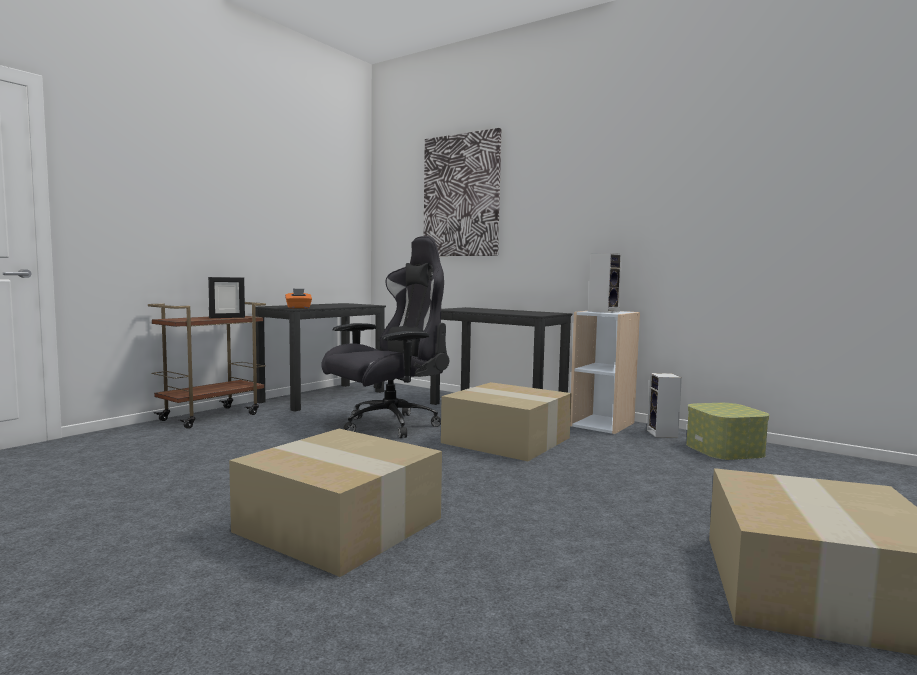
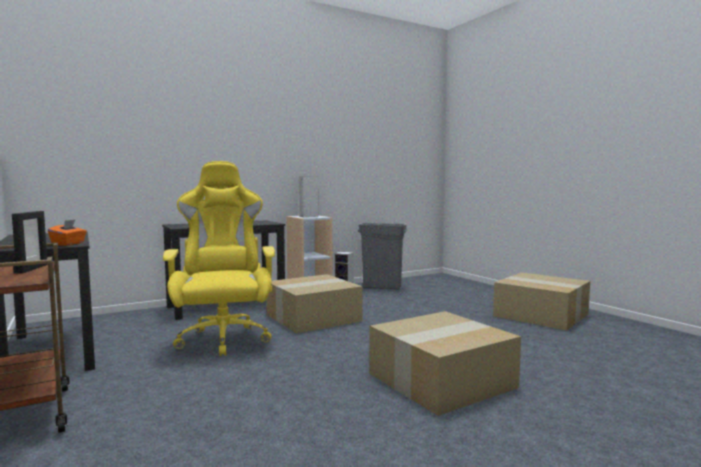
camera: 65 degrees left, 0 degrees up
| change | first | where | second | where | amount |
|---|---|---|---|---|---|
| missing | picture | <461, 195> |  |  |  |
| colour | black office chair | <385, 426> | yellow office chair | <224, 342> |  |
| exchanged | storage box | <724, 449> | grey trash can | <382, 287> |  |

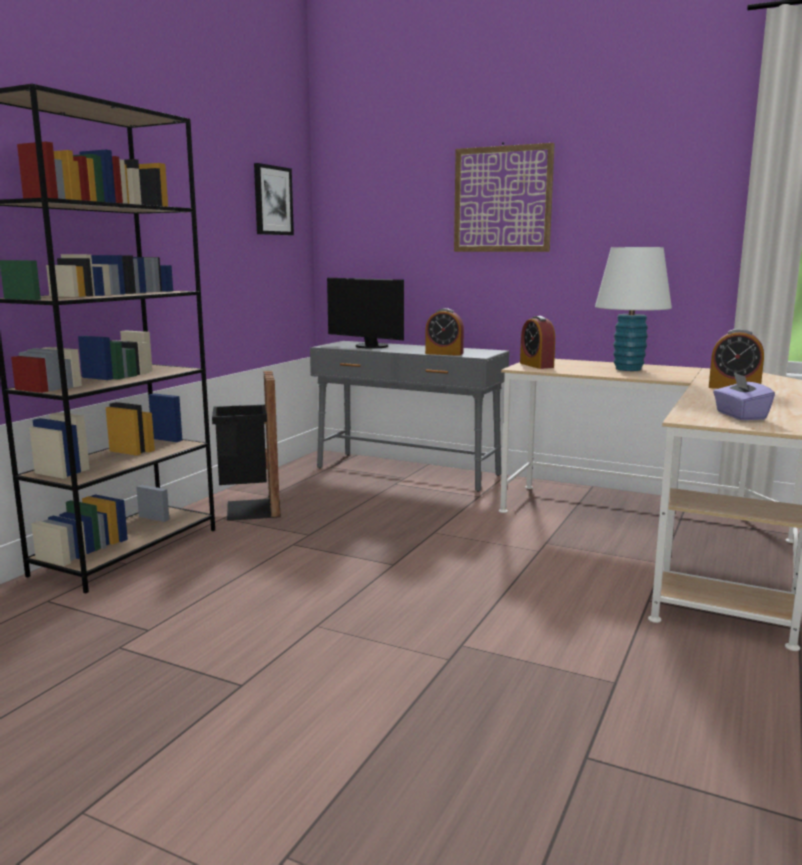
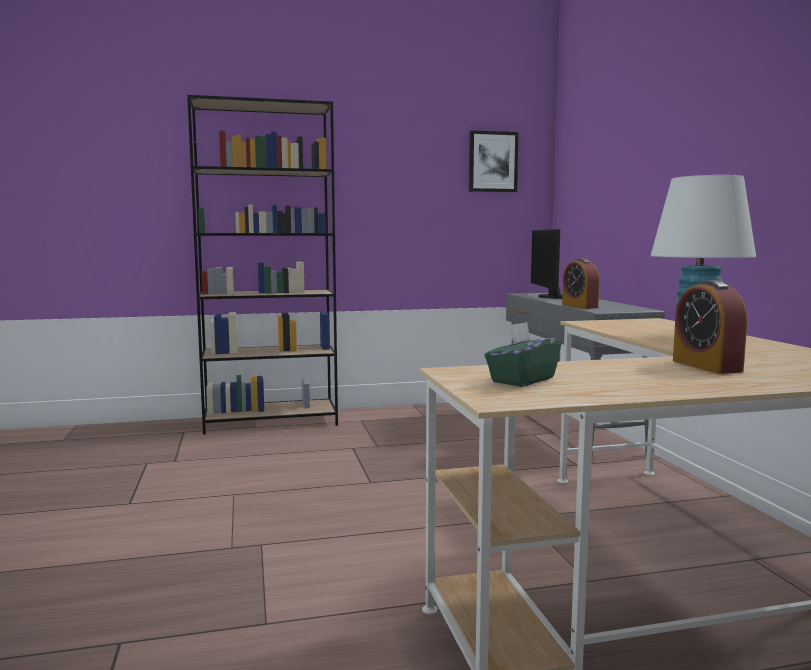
camera: 50 degrees right, 5 degrees down
| change | first | where | second | where | amount |
|---|---|---|---|---|---|
| missing | picture | <502, 197> |  |  |  |
| missing | alarm clock | <536, 365> |  |  |  |
| missing | black trash can | <249, 509> |  |  |  |
| colour | purple tissue box | <740, 416> | green tissue box | <522, 380> |  |

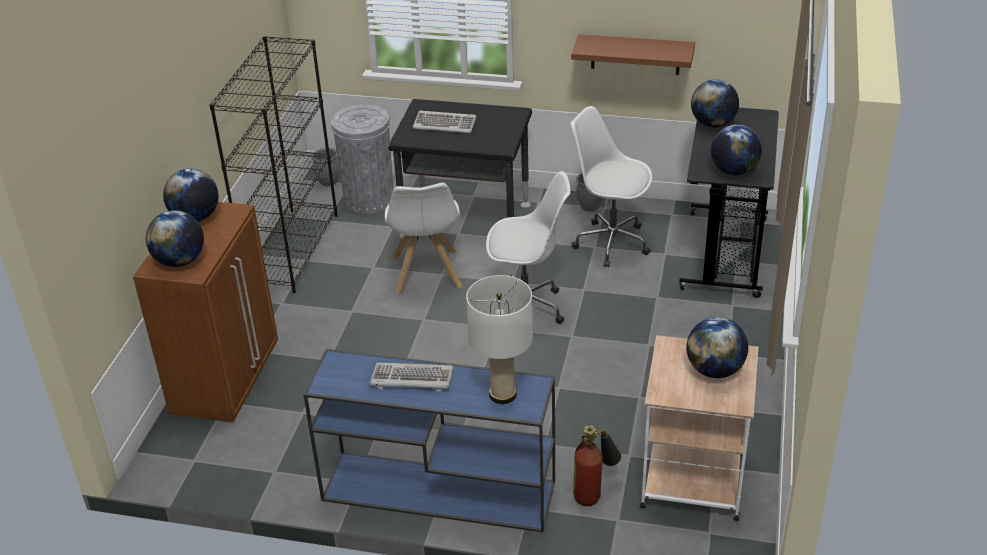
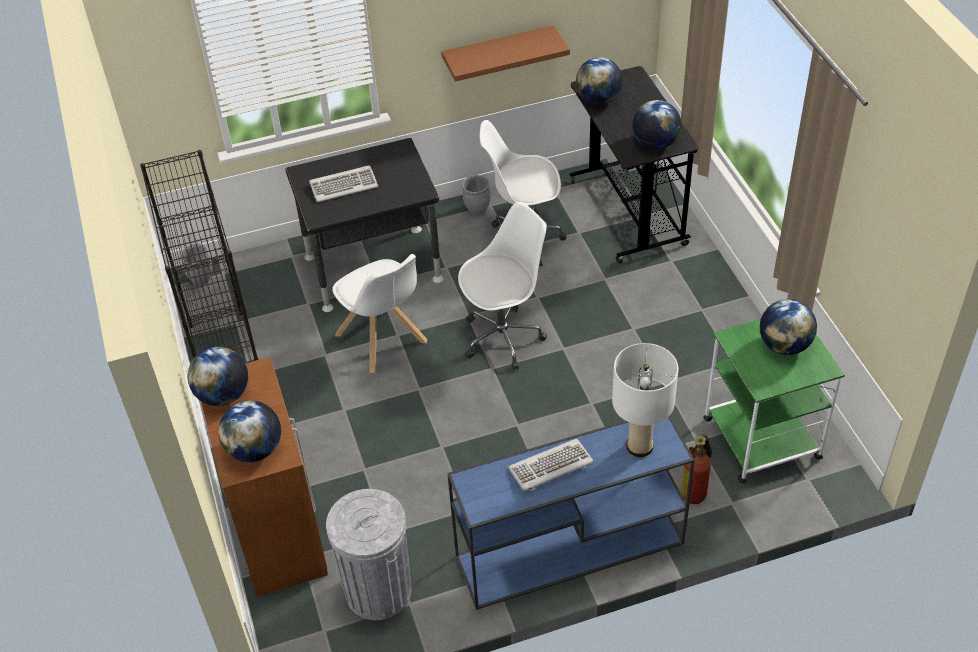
camera: 30 degrees left, 10 degrees up
| change | first | where | second | where | amount |
|---|---|---|---|---|---|
| relocated | grey trash can | <369, 199> |  | <378, 591> |  |
| colour | beige cart | <692, 482> | green cart | <762, 440> |  |

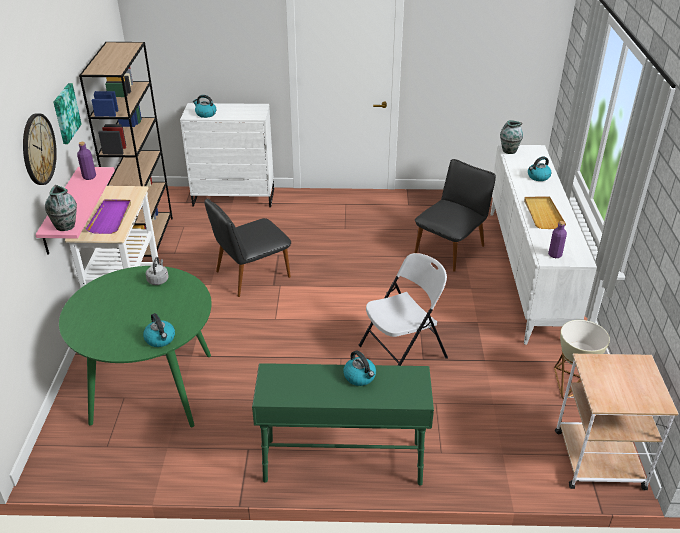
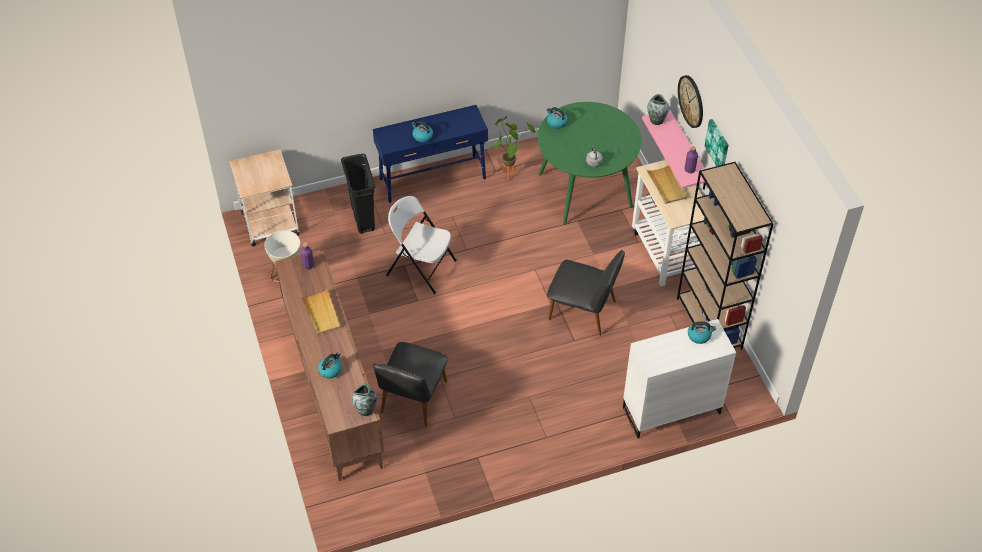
camera: 160 degrees right, 15 degrees up
| change | first | where | second | where | amount |
|---|---|---|---|---|---|
| colour | white cabinet | <528, 272> | brown cabinet | <332, 386> |  |
| spun | black chair | <253, 274> |  | <582, 310> | 75 degrees clockwise |
| colour | purple tray | <110, 218> | beige tray | <666, 185> |  |
| spun | white chair | <403, 352> |  | <421, 267> | 75 degrees clockwise |
| colour | green console table | <342, 461> | blue console table | <433, 179> |  |
| appeared |  |  | potted plant | <509, 172> |  |
| appeared |  |  | black trash can | <363, 218> |  |

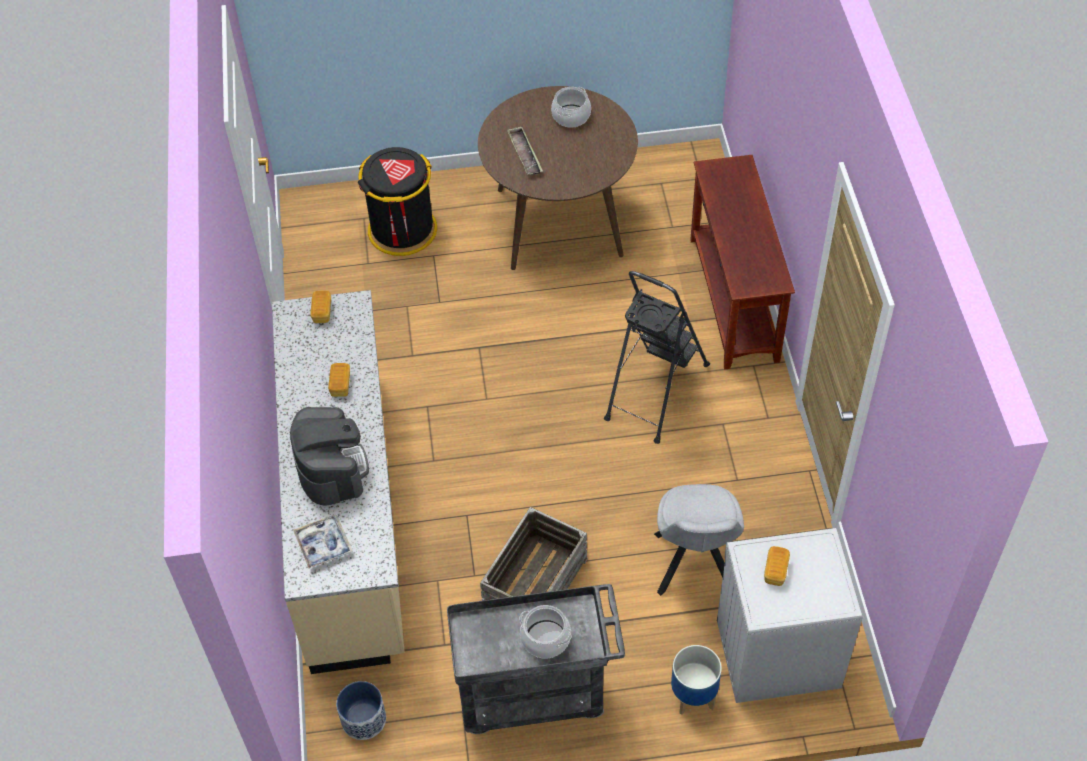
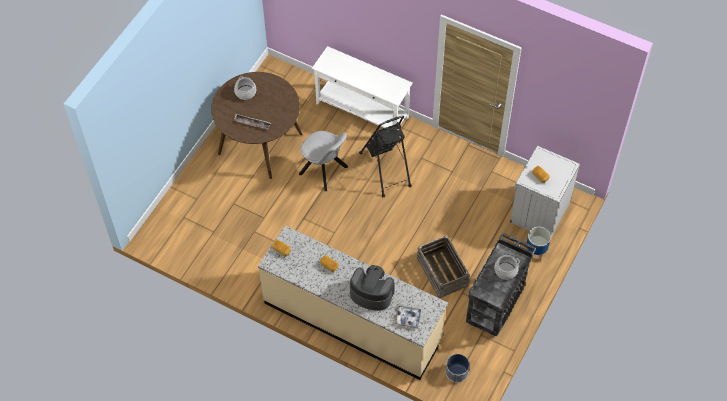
camera: 55 degrees left, 5 degrees up
| change | first | where | second | where | amount |
|---|---|---|---|---|---|
| missing | black trash can | <402, 230> |  |  |  |
| colour | brown console table | <734, 300> | white console table | <362, 111> |  |
| relocated | grey chair | <695, 565> |  | <324, 171> |  |

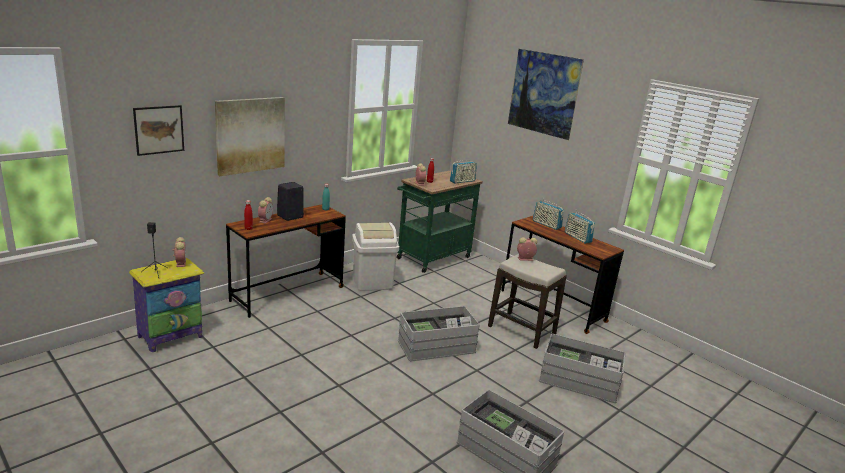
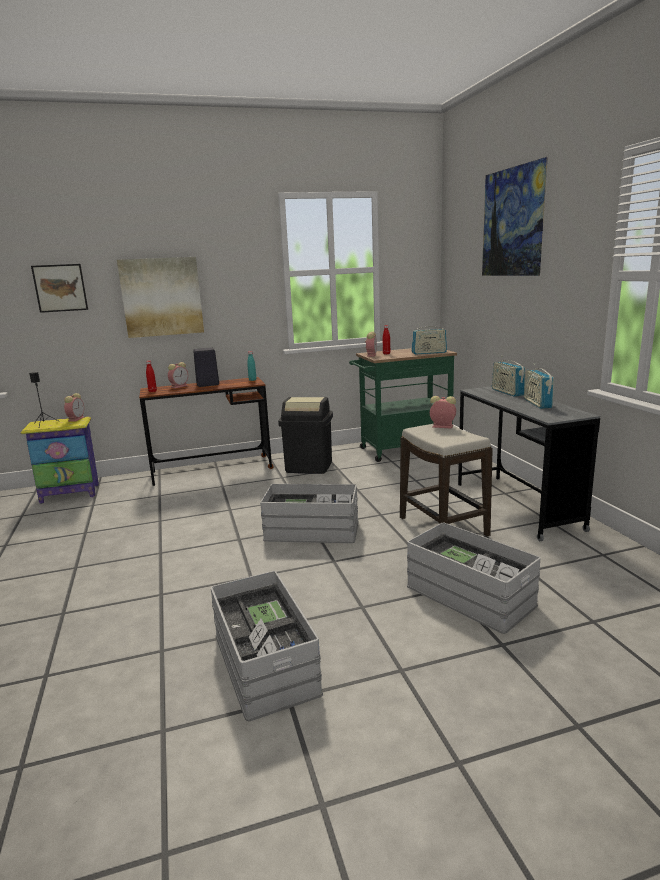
camera: 30 degrees right, 5 degrees down
| change | first | where | second | where | amount |
|---|---|---|---|---|---|
| colour | brown desk | <552, 306> | grey desk | <516, 506> |  |
| colour | white trash can | <372, 282> | black trash can | <309, 466> |  |

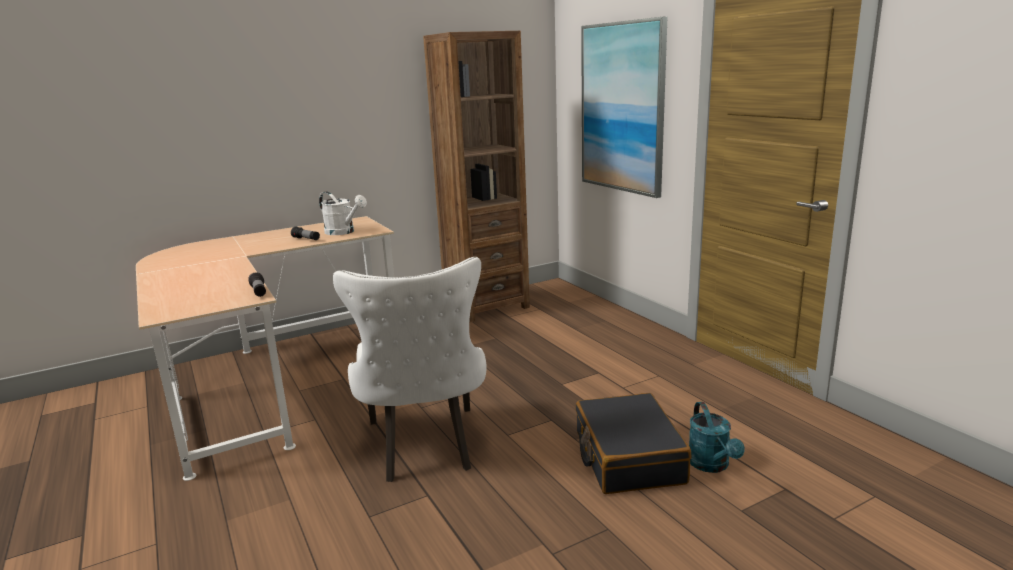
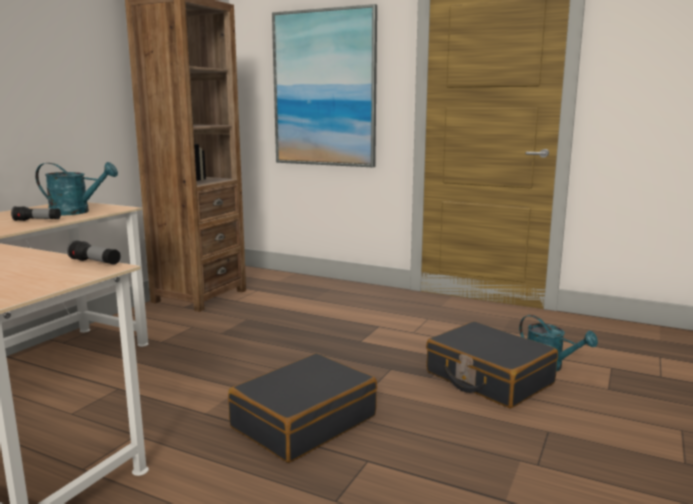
camera: 35 degrees left, 5 degrees down
| change | first | where | second | where | amount |
|---|---|---|---|---|---|
| colour | white watering can | <343, 232> | turquoise watering can | <77, 212> |  |
| exchanged | white chair | <425, 446> | black suitcase | <303, 421> |  |

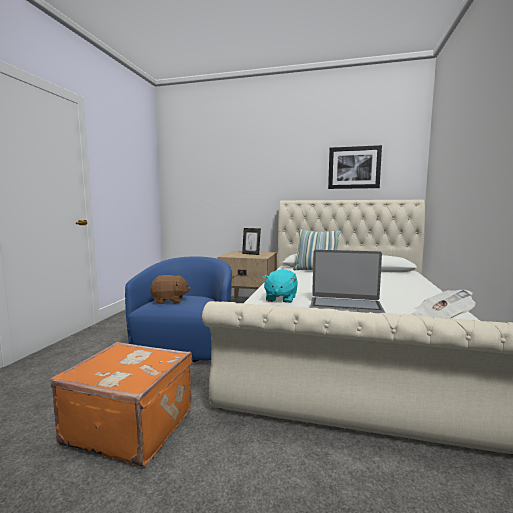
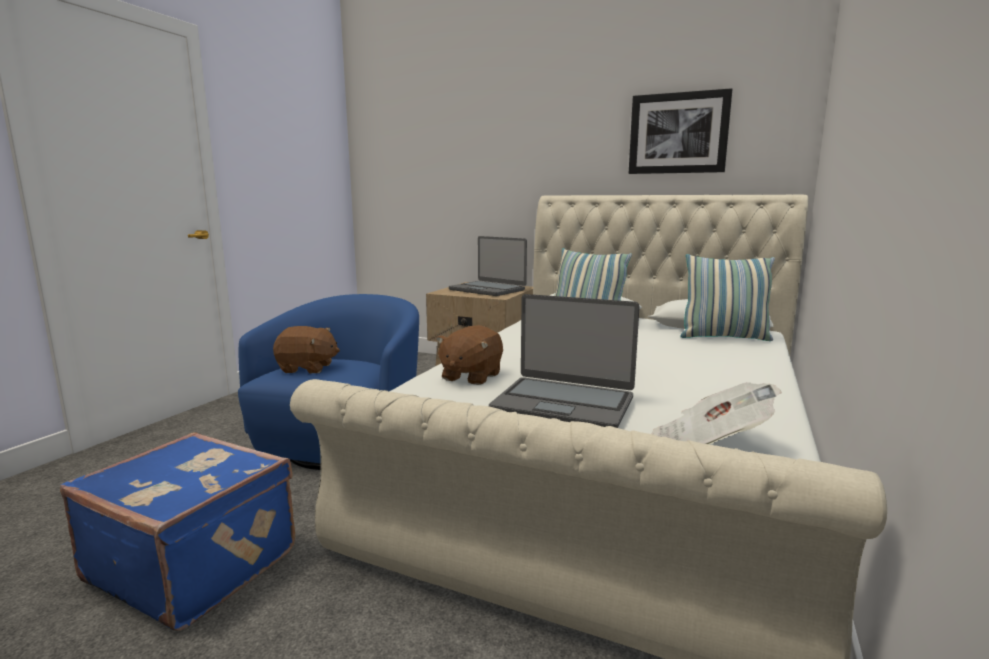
camera: 10 degrees right, 5 degrees up
| change | first | where | second | where | amount |
|---|---|---|---|---|---|
| exchanged | picture frame | <251, 254> | laptop | <487, 290> |  |
| colour | turquoise plush toy | <280, 299> | brown plush toy | <470, 376> |  |
| colour | orange suitcase | <131, 425> | blue suitcase | <196, 564> |  |
| appeared |  |  | pillow | <723, 337> |  |

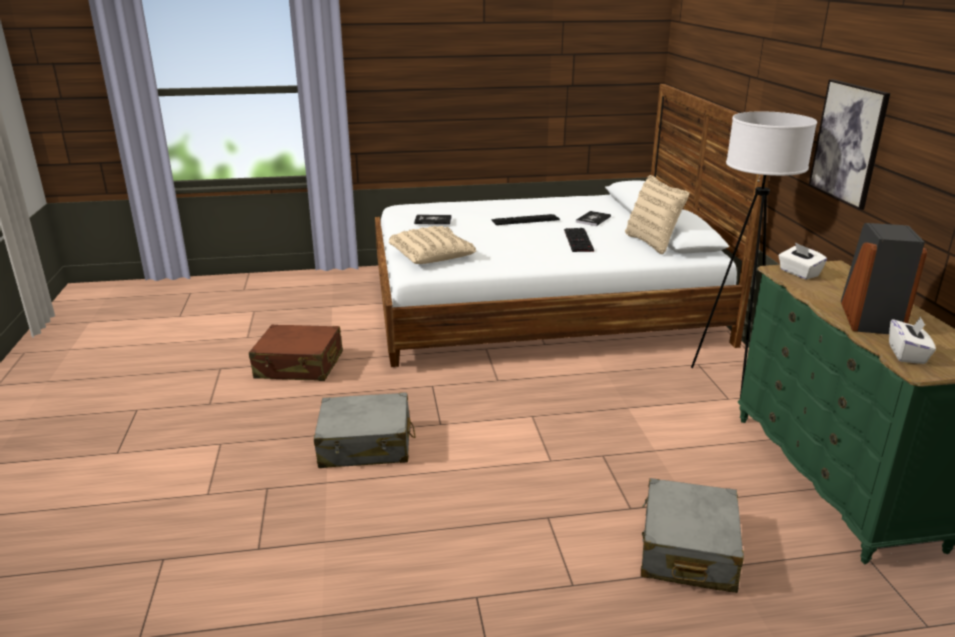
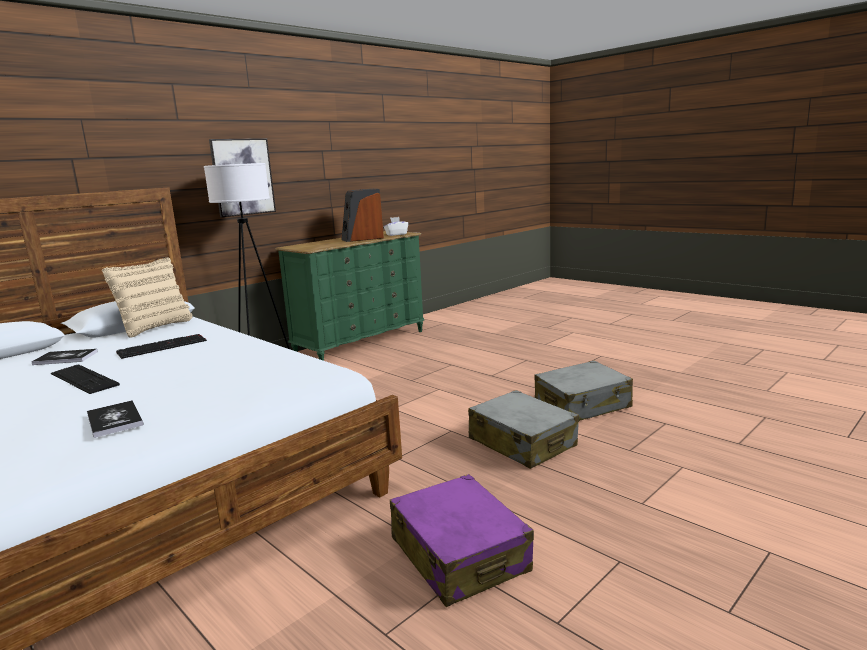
camera: 125 degrees left, 10 degrees down
| change | first | where | second | where | amount |
|---|---|---|---|---|---|
| missing | beige pillow | <432, 255> |  |  |  |
| missing | white tissue box | <799, 273> |  |  |  |
| colour | brown suitcase | <299, 366> | purple suitcase | <459, 555> |  |
| relocated | grey suitcase | <687, 550> |  | <582, 405> |  |

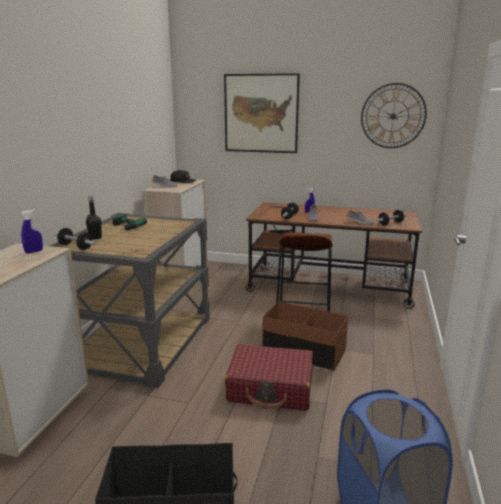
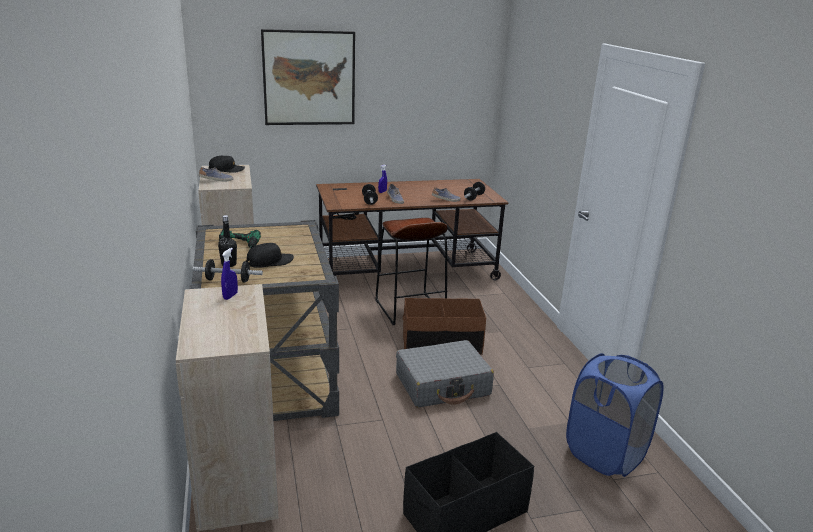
camera: 30 degrees left, 5 degrees up
| change | first | where | second | where | amount |
|---|---|---|---|---|---|
| missing | wall clock | <393, 116> |  |  |  |
| colour | red suitcase | <270, 388> | grey suitcase | <443, 385> |  |
| appeared |  |  | black cap | <270, 262> |  |

